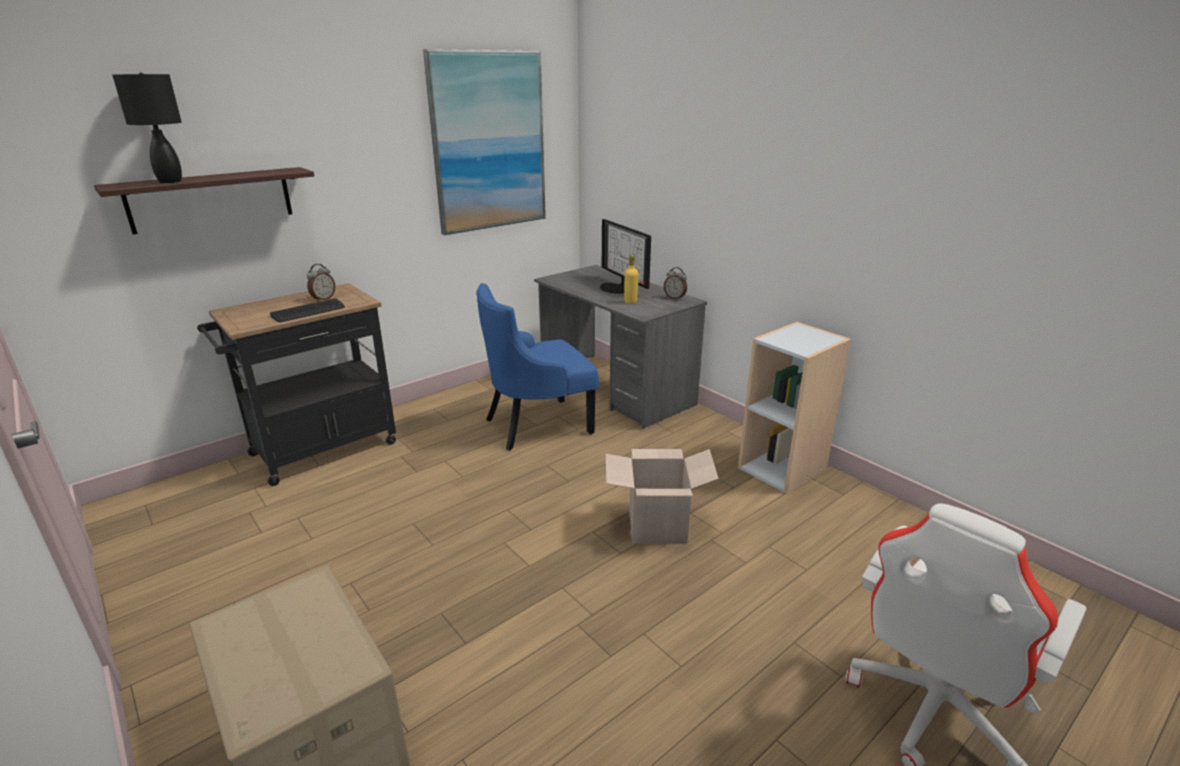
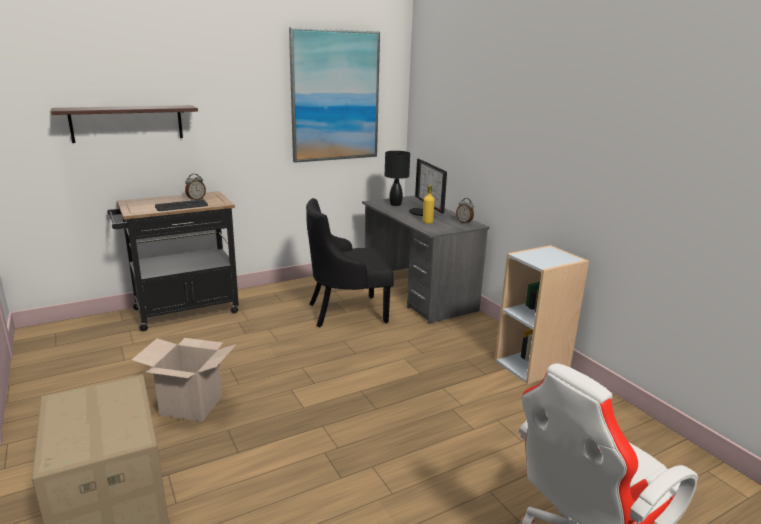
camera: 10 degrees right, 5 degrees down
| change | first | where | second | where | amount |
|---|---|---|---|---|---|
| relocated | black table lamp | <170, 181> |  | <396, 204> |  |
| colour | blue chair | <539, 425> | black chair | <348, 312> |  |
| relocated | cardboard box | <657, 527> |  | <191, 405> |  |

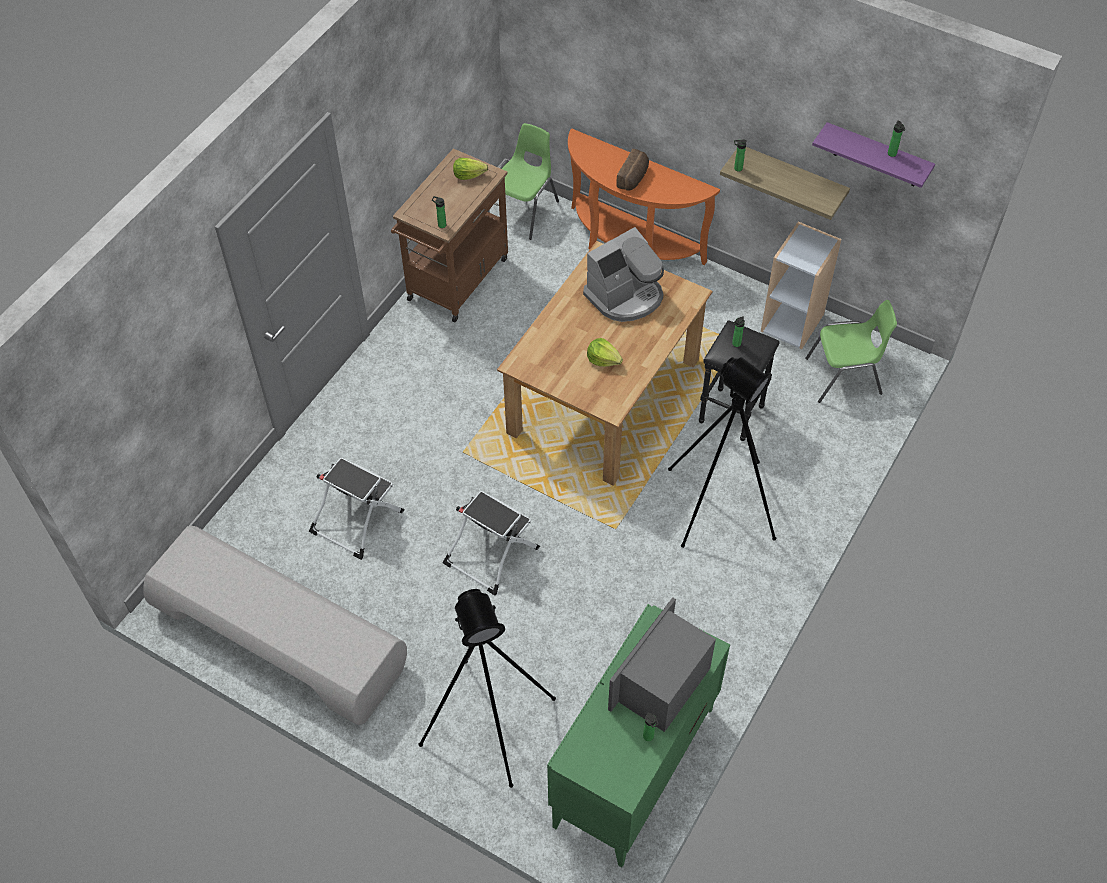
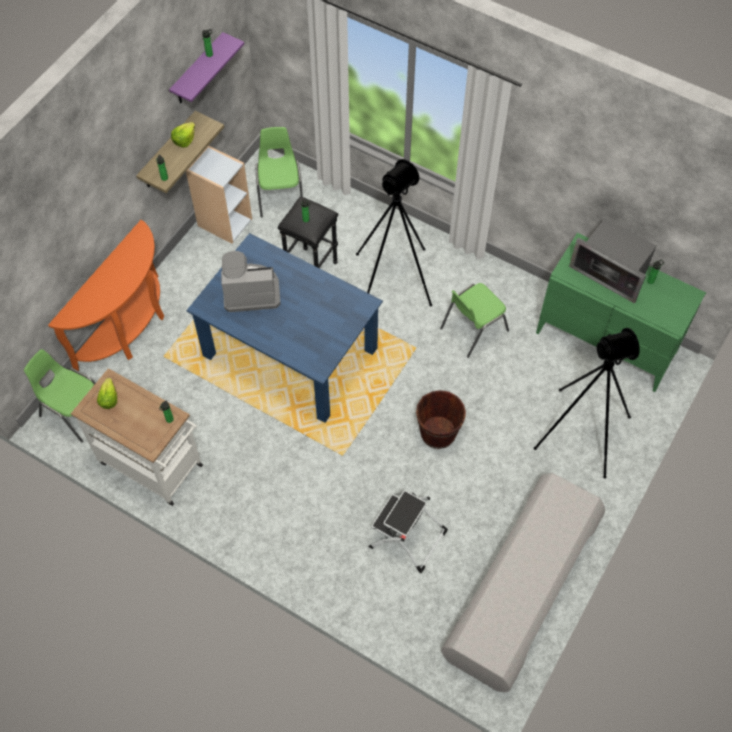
camera: 90 degrees left, 5 degrees up
| change | first | where | second | where | amount |
|---|---|---|---|---|---|
| colour | brown cart | <456, 282> | white cart | <154, 466> |  |
| missing | bread | <634, 178> |  |  |  |
| spun | coffee machine | <625, 296> |  | <250, 291> | 60 degrees counterclockwise |
| colour | brown dining table | <603, 395> | blue dining table | <289, 352> |  |
| relocated | lettuce | <603, 359> |  | <184, 140> |  |
| exchanged | step ladder | <491, 552> | brown bucket | <438, 433> |  |
| appeared |  |  | green chair | <472, 329> |  |

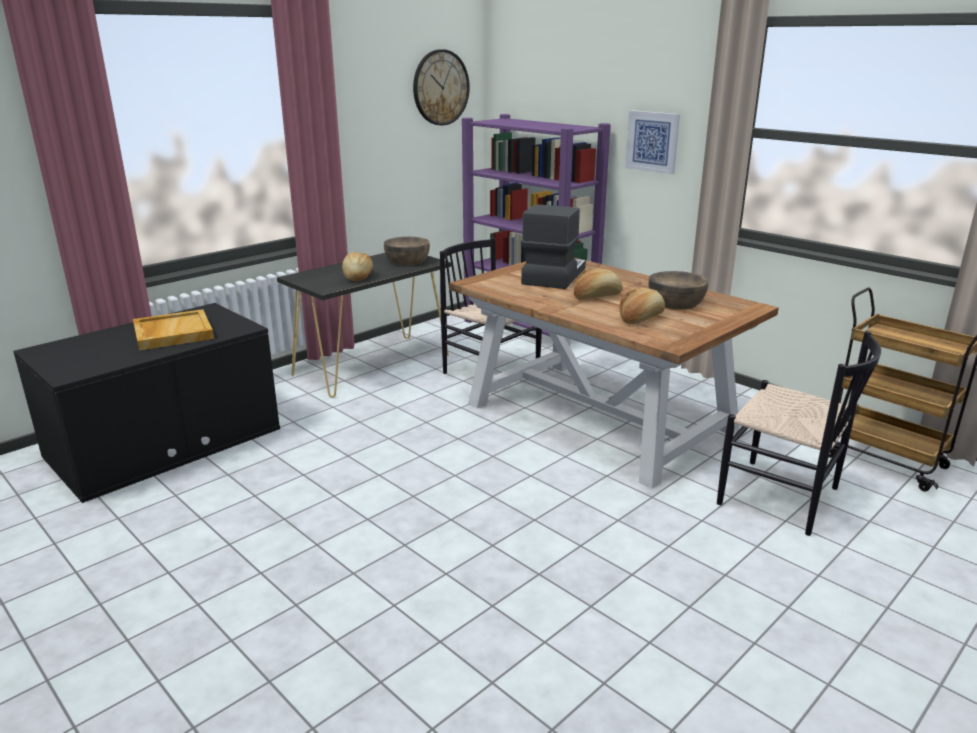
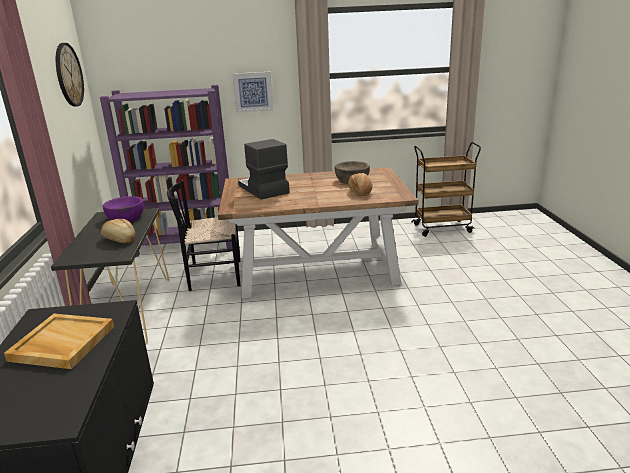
camera: 50 degrees left, 0 degrees up
| change | first | where | second | where | amount |
|---|---|---|---|---|---|
| colour | brown bowl | <407, 261> | purple bowl | <126, 218> |  |
| missing | bread | <597, 296> |  |  |  |
| missing | black chair | <783, 499> |  |  |  |

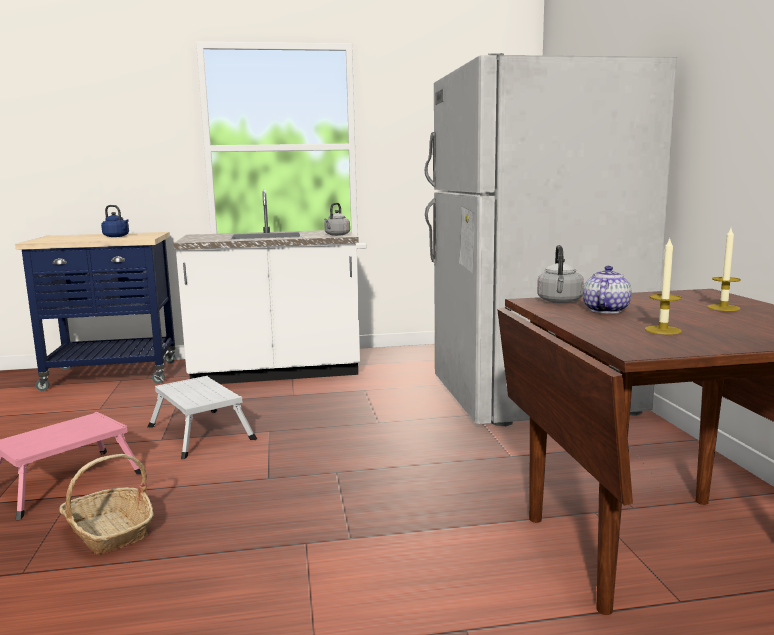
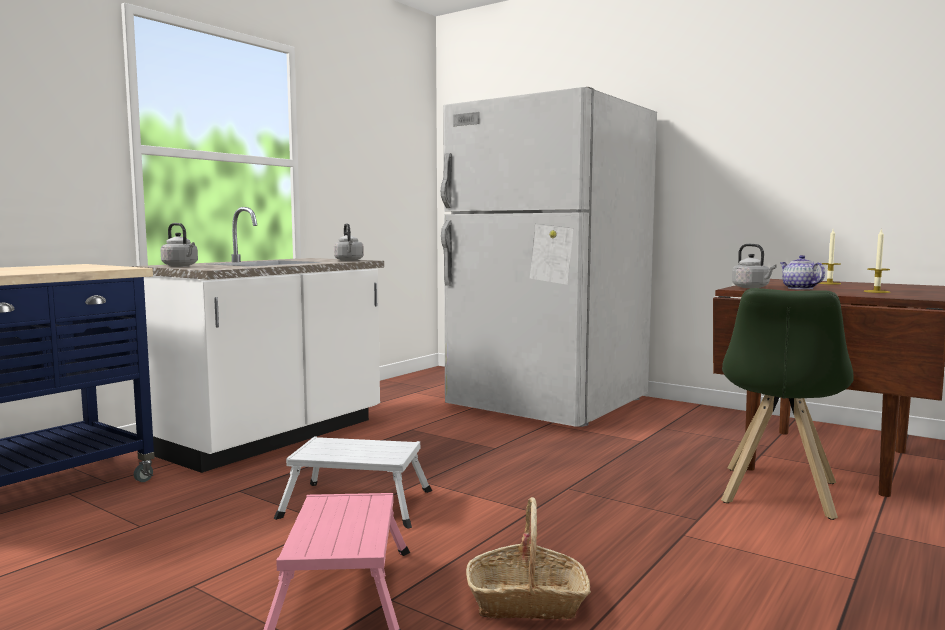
camera: 45 degrees left, 5 degrees down
| change | first | where | second | where | amount |
|---|---|---|---|---|---|
| missing | blue kettle | <117, 236> |  |  |  |
| appeared |  |  | grey kettle | <181, 265> |  |
| appeared |  |  | green chair | <778, 492> |  |

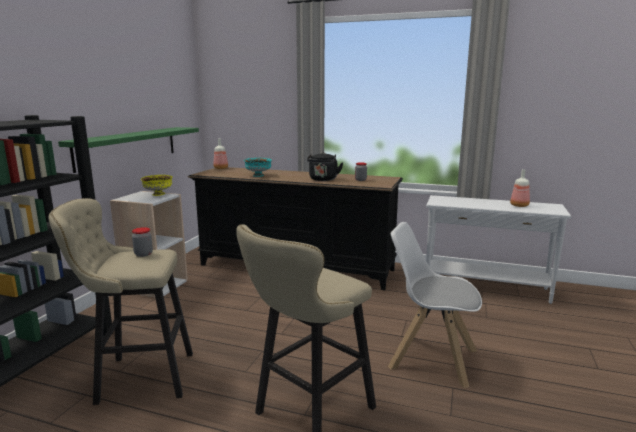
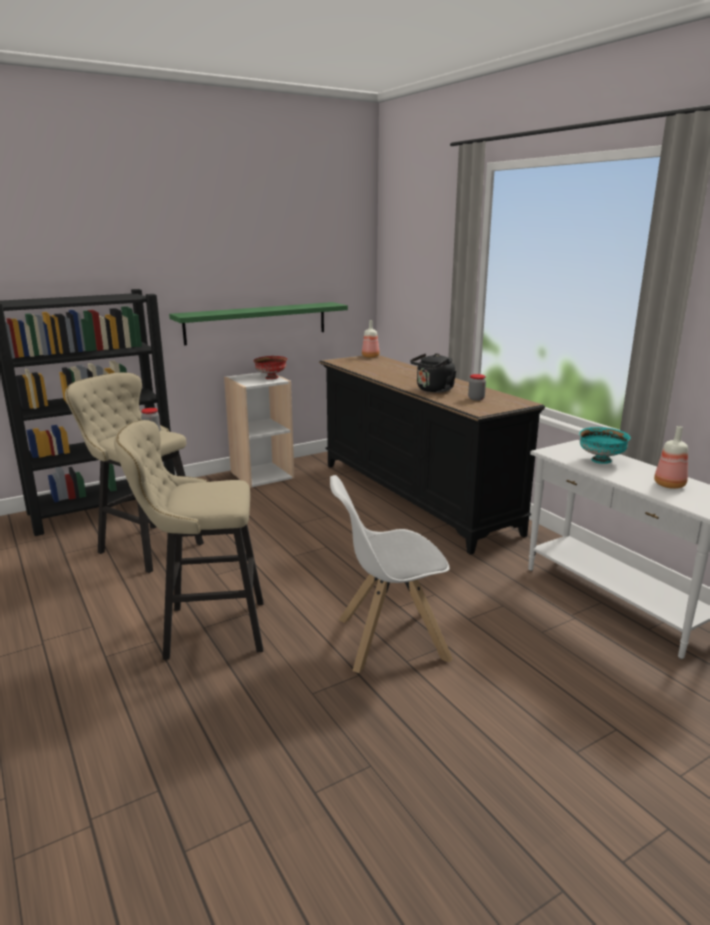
camera: 40 degrees right, 5 degrees up
| change | first | where | second | where | amount |
|---|---|---|---|---|---|
| relocated | turquoise bowl | <258, 176> |  | <601, 461> |  |
| colour | yellow bowl | <158, 194> | red bowl | <271, 378> |  |
| spun | chair | <430, 358> |  | <388, 639> | 75 degrees counterclockwise |

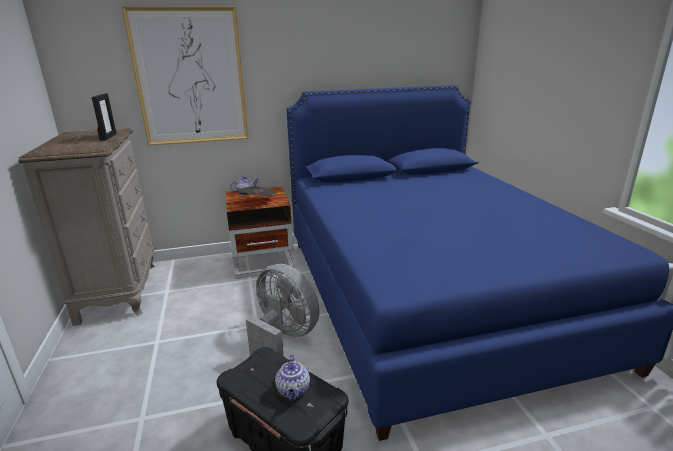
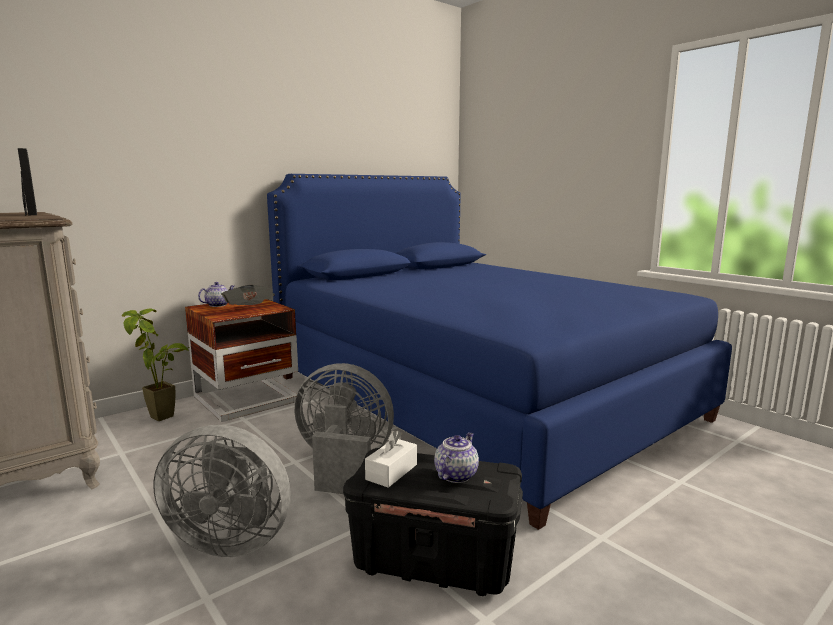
camera: 25 degrees left, 10 degrees down
| change | first | where | second | where | amount |
|---|---|---|---|---|---|
| missing | picture | <190, 77> |  |  |  |
| spun | teapot | <293, 391> |  | <456, 475> | 120 degrees counterclockwise |
| appeared |  |  | potted plant | <164, 420> |  |
| appeared |  |  | grey fan | <231, 539> |  |
| appeared |  |  | white tissue box | <391, 472> |  |

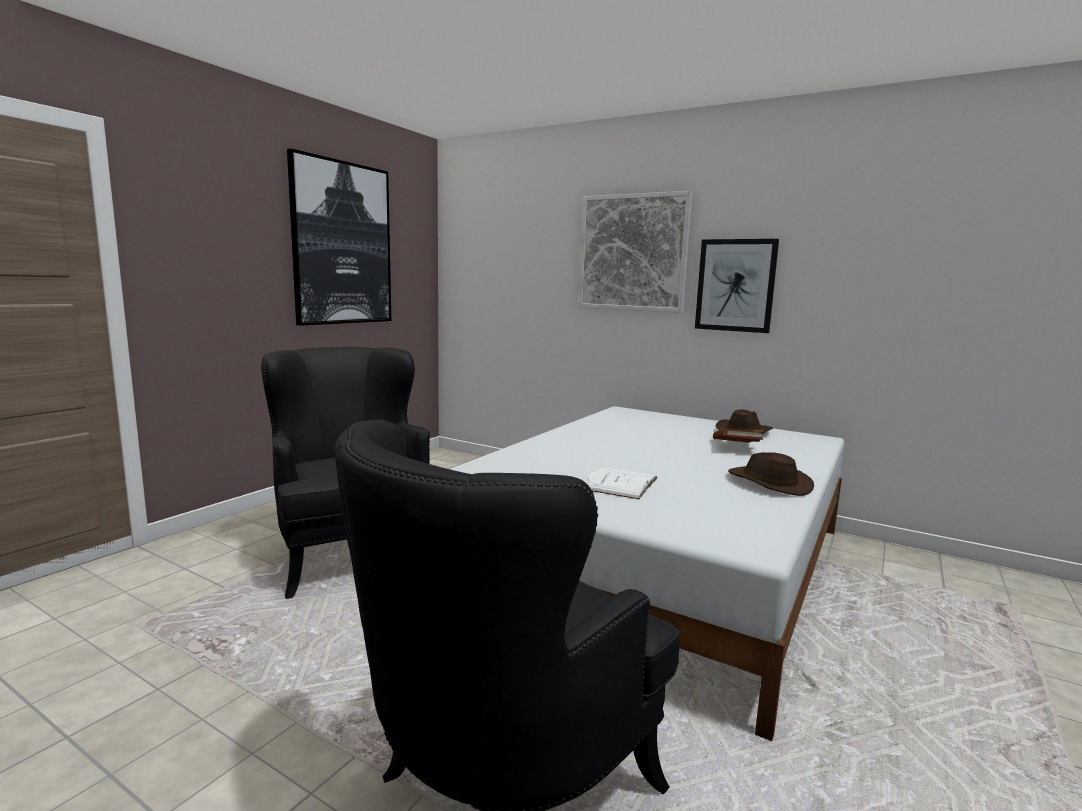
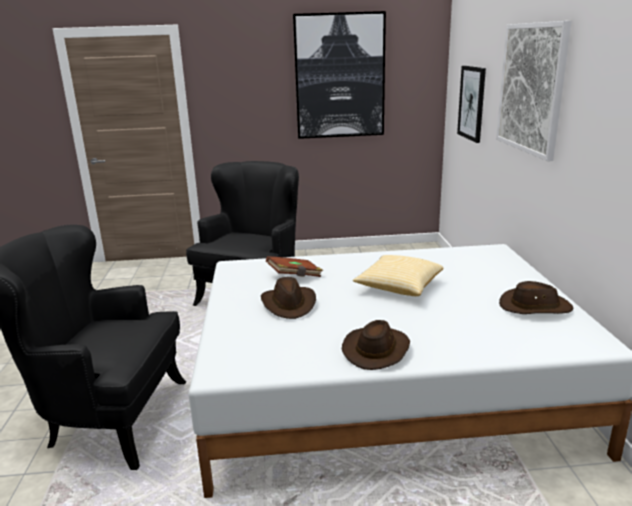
camera: 55 degrees right, 10 degrees up
| change | first | where | second | where | amount |
|---|---|---|---|---|---|
| relocated | picture | <735, 285> |  | <472, 103> |  |
| relocated | brown book | <737, 447> |  | <295, 276> |  |
| exchanged | white book | <620, 483> | brown hat | <289, 304> |  |
| appeared |  |  | pillow | <398, 287> |  |

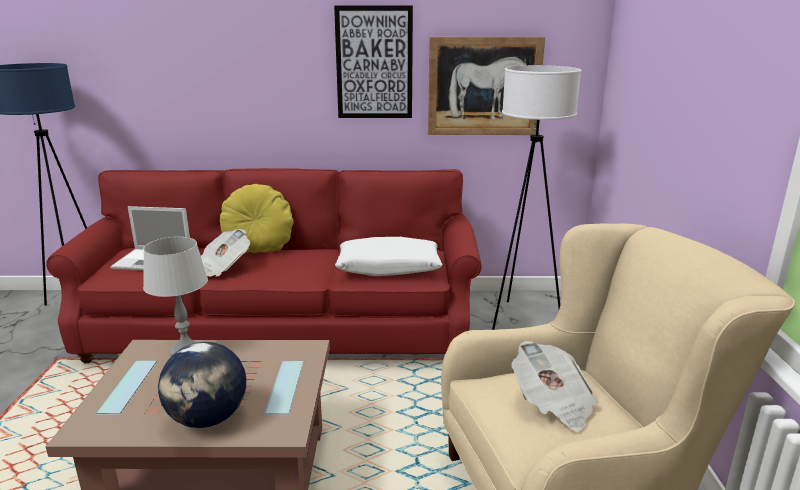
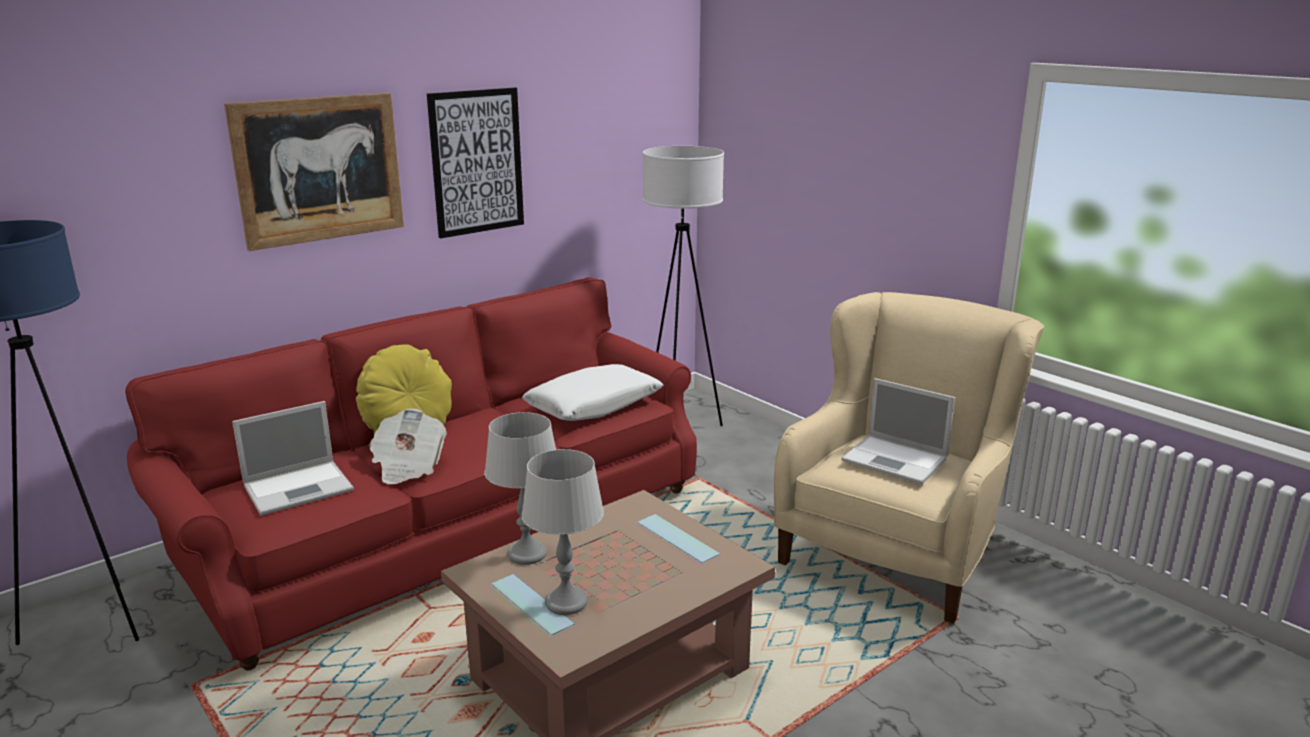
camera: 40 degrees left, 0 degrees up
| change | first | where | second | where | amount |
|---|---|---|---|---|---|
| relocated | picture | <484, 86> |  | <319, 169> |  |
| exchanged | newspaper | <553, 404> | laptop | <896, 460> |  |
| missing | globe | <207, 419> |  |  |  |
| appeared |  |  | grey table lamp | <566, 602> |  |

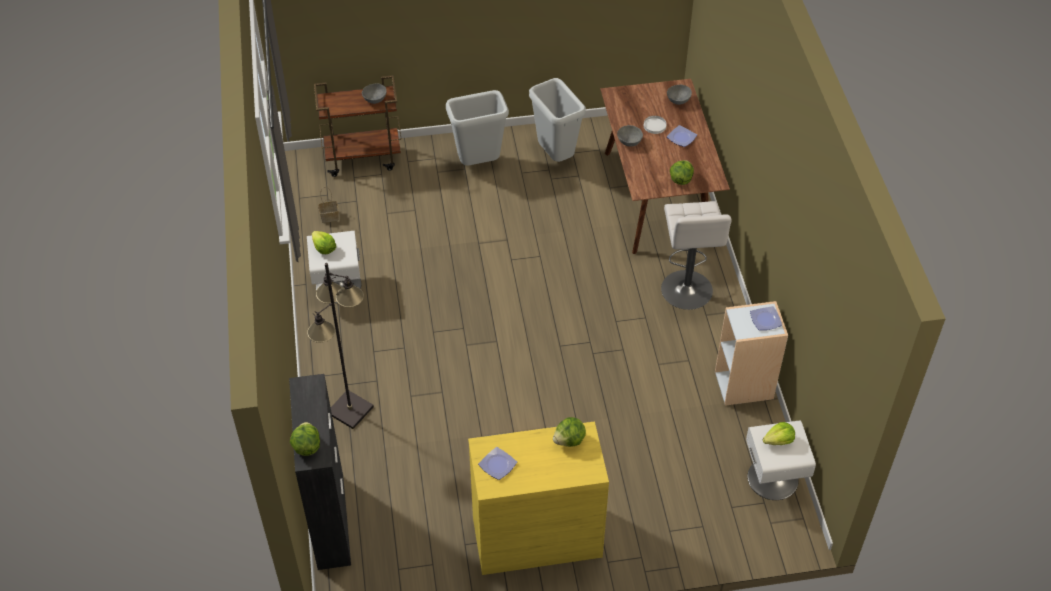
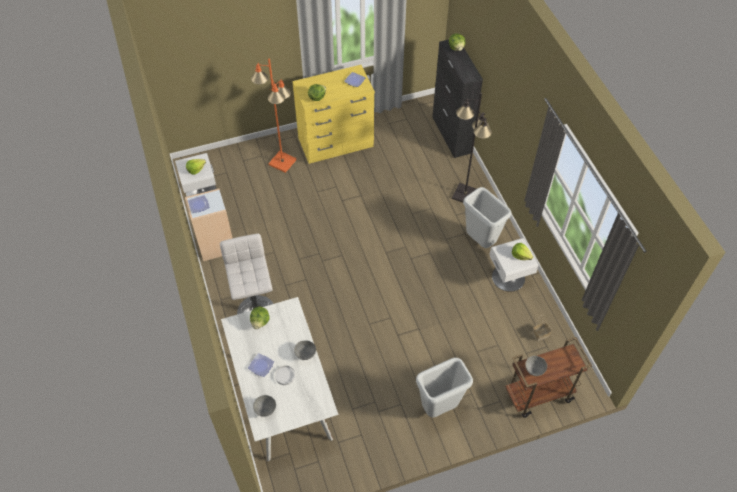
camera: 170 degrees right, 5 degrees up
| change | first | where | second | where | amount |
|---|---|---|---|---|---|
| relocated | grey trash can | <555, 156> |  | <481, 241> |  |
| colour | brown dining table | <655, 196> | white dining table | <284, 396> |  |
| appeared |  |  | orange floor lamp | <282, 162> |  |

